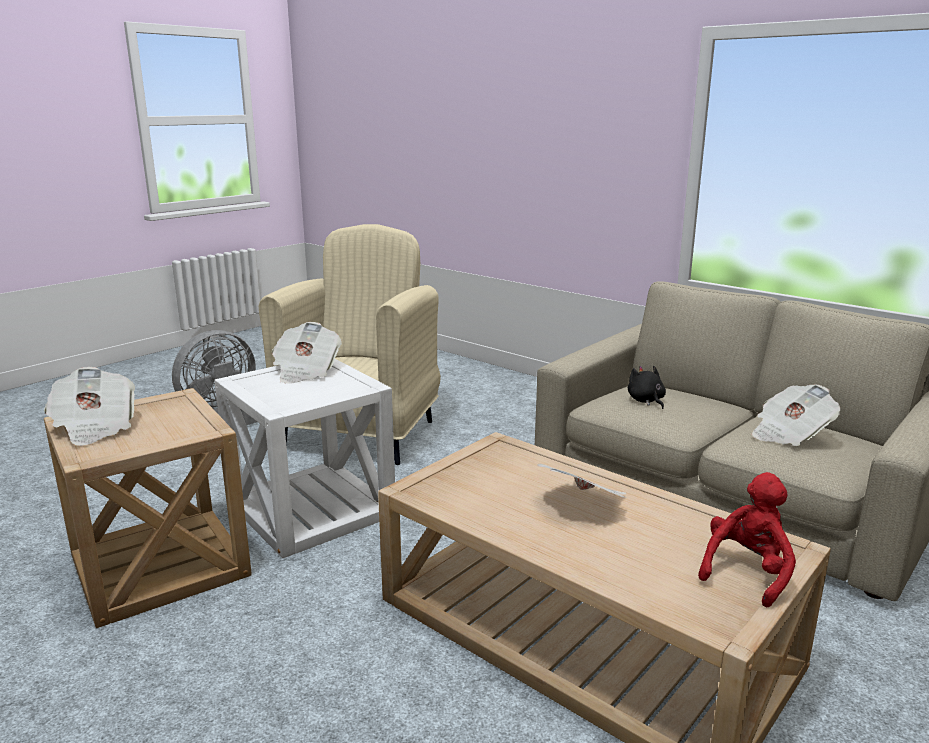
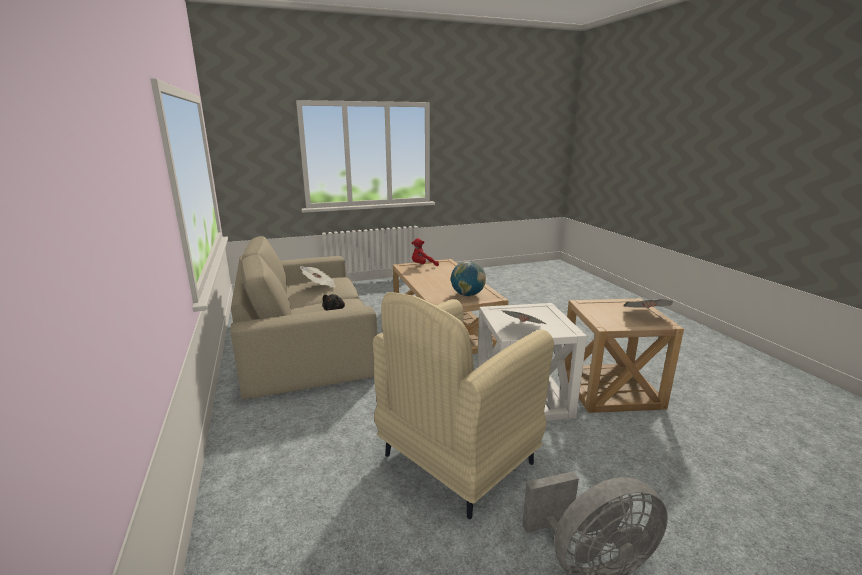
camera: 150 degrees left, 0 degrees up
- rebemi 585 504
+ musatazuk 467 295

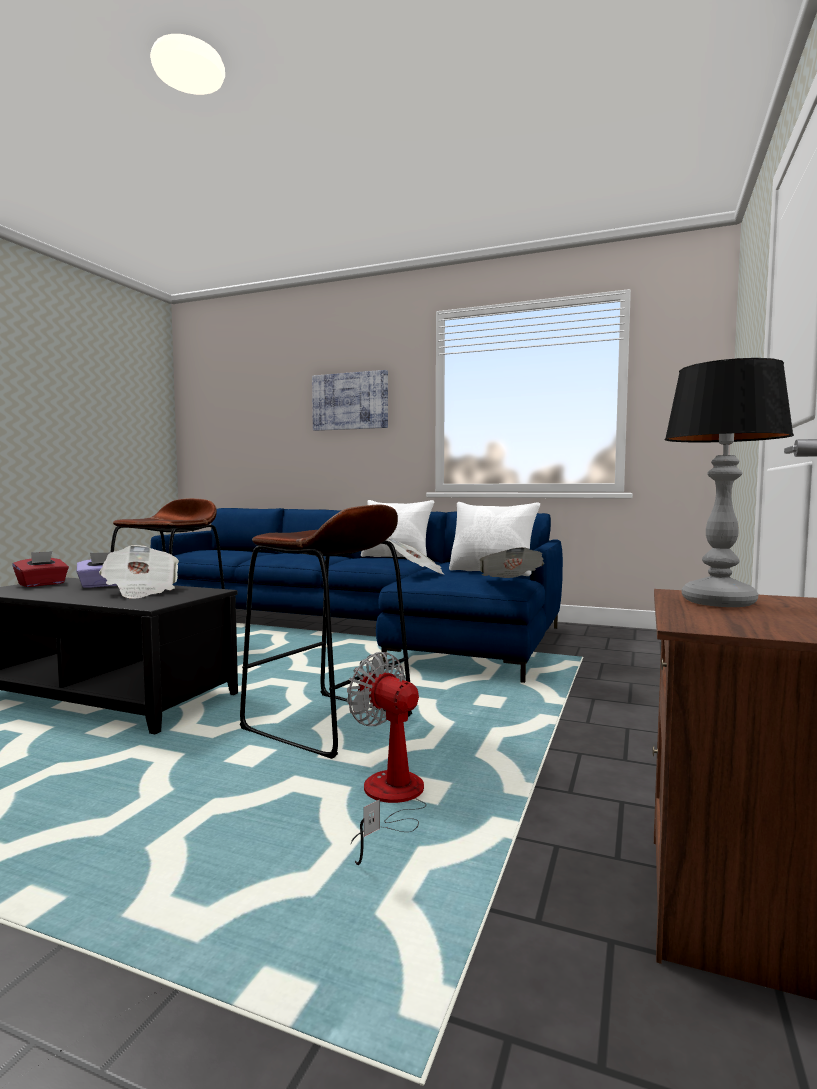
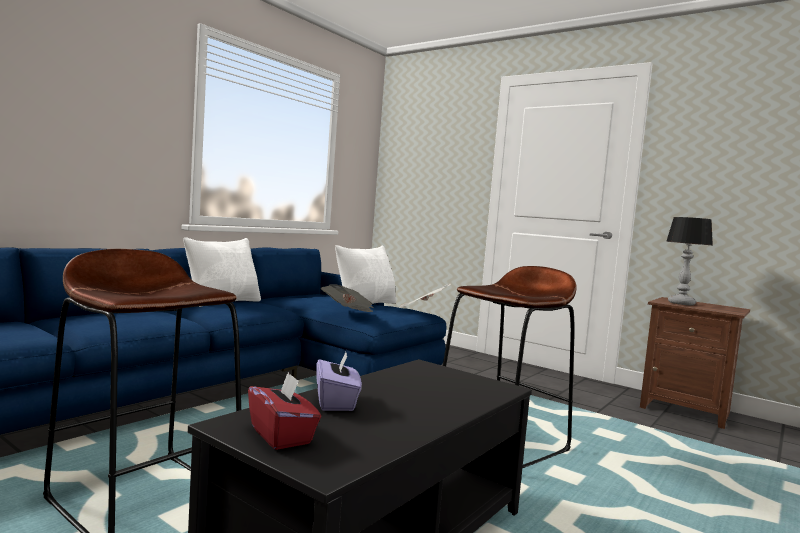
camera: 75 degrees left, 0 degrees up
- rebemi 141 592
- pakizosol 350 401
- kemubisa 389 802

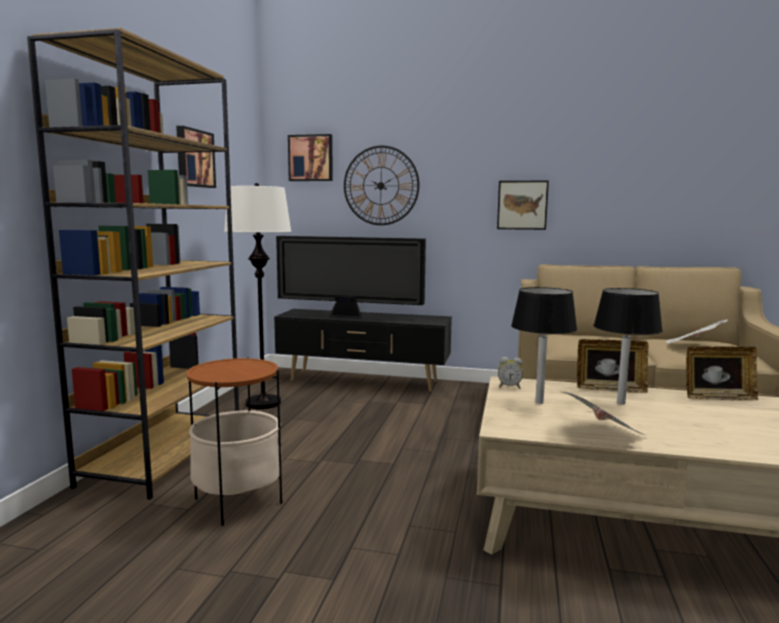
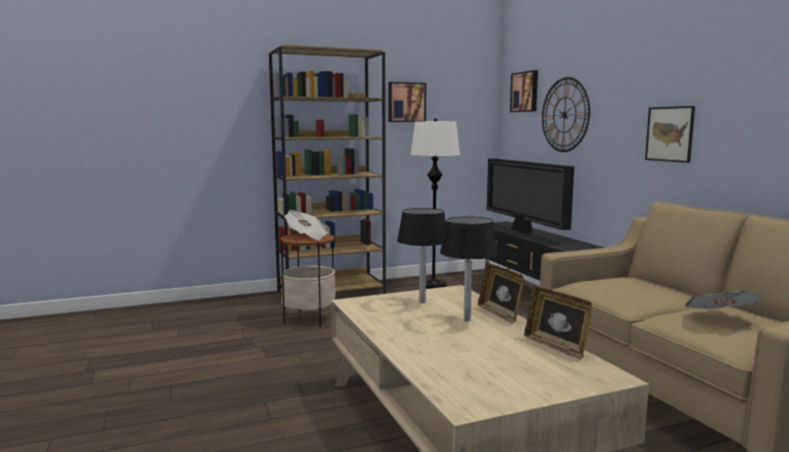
camera: 55 degrees right, 0 degrees up
- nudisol 509 387
~ rebemi 603 435 to 307 236

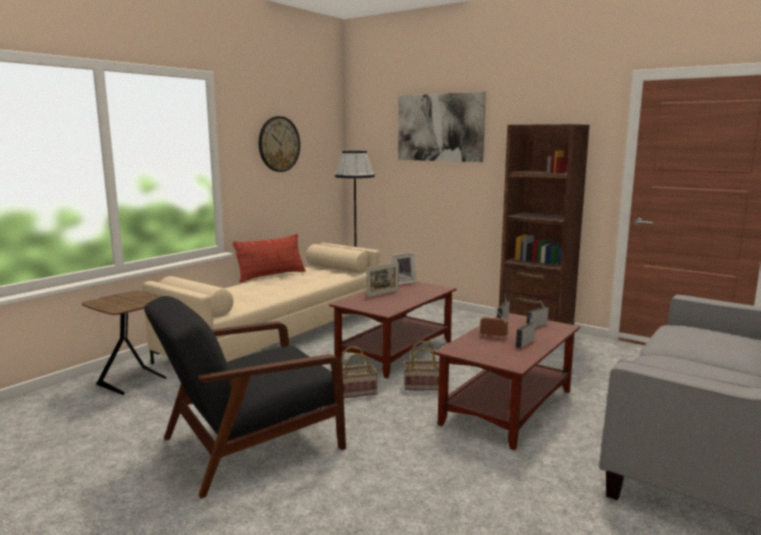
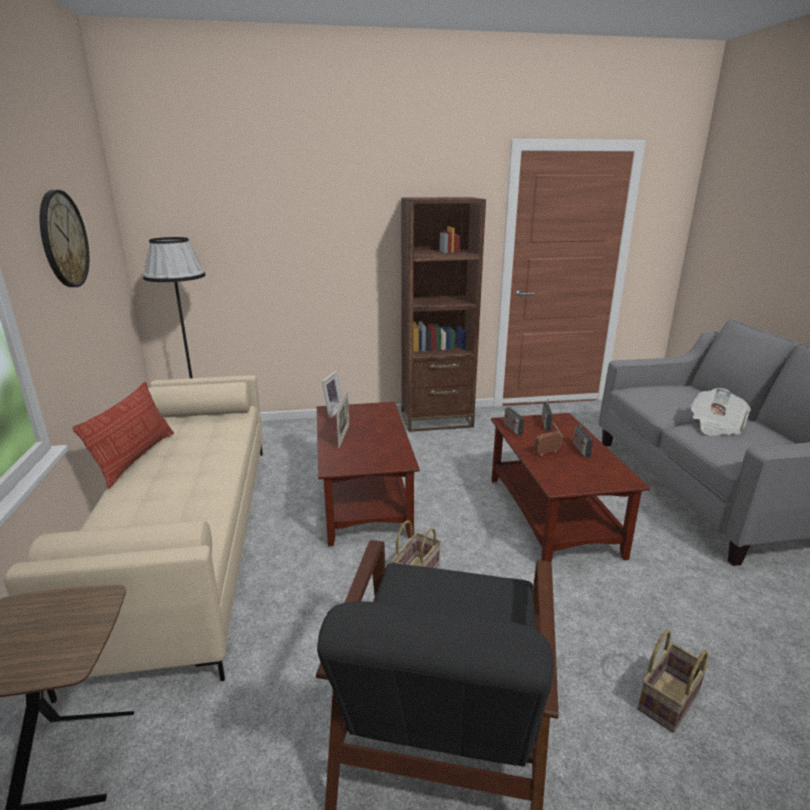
camera: 45 degrees left, 10 degrees up
- pakizosol 439 127
~ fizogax 424 385 to 667 698
+ rebemi 715 426

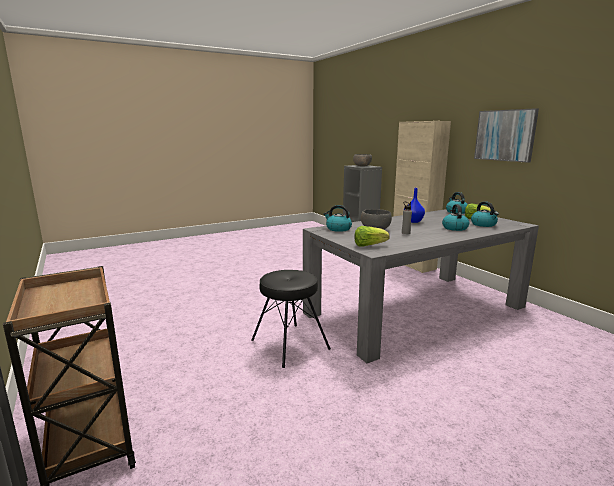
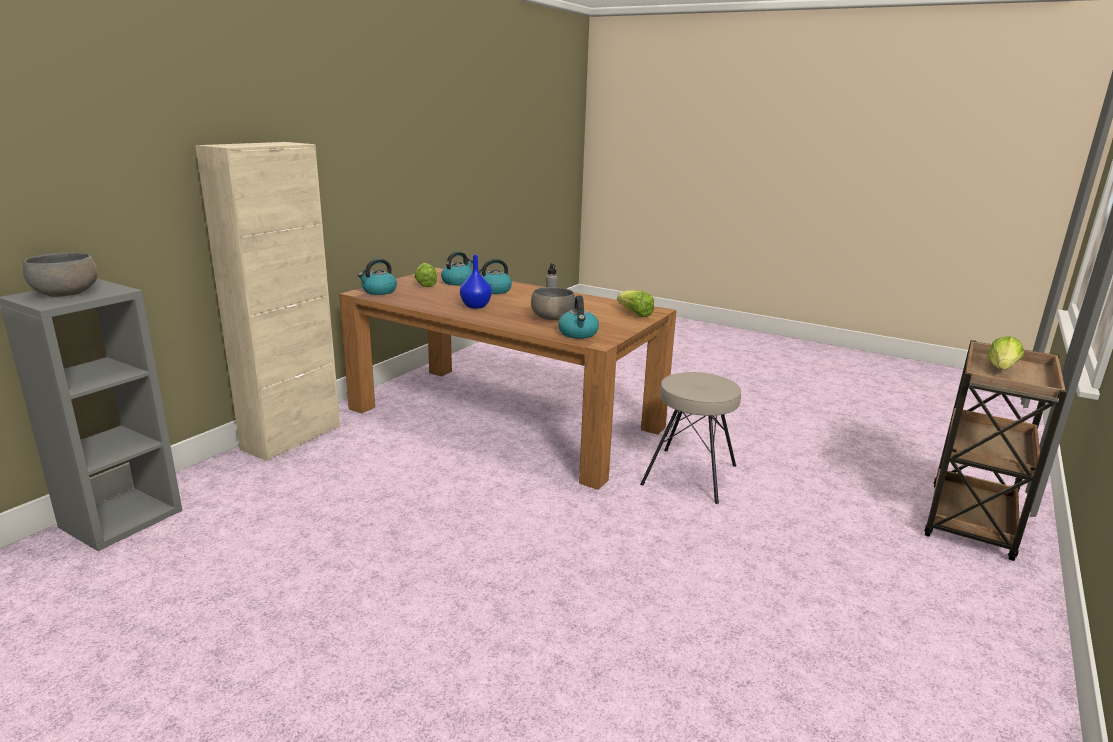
camera: 120 degrees left, 5 degrees up
~ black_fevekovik 289 345 to beige_fevekovik 690 475
~ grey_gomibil 415 310 to brown_gomibil 505 418
- pakizosol 505 135
+ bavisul 1001 369

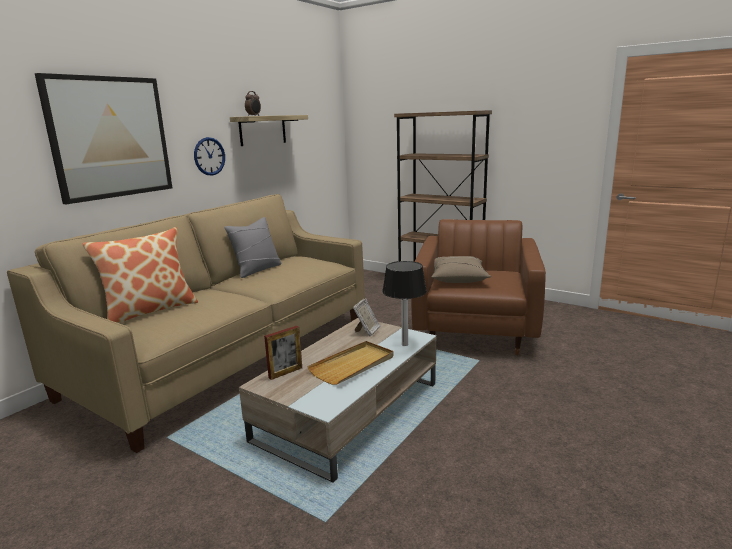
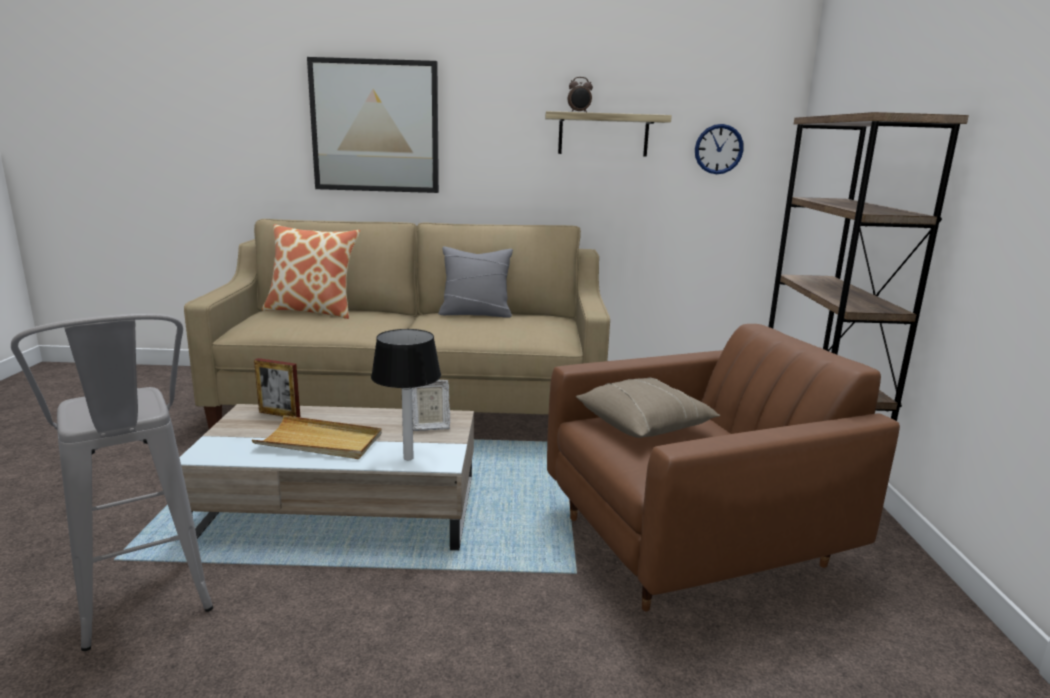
camera: 55 degrees right, 0 degrees up
~ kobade 209 156 to 718 149
+ grey_fevekovik 147 613

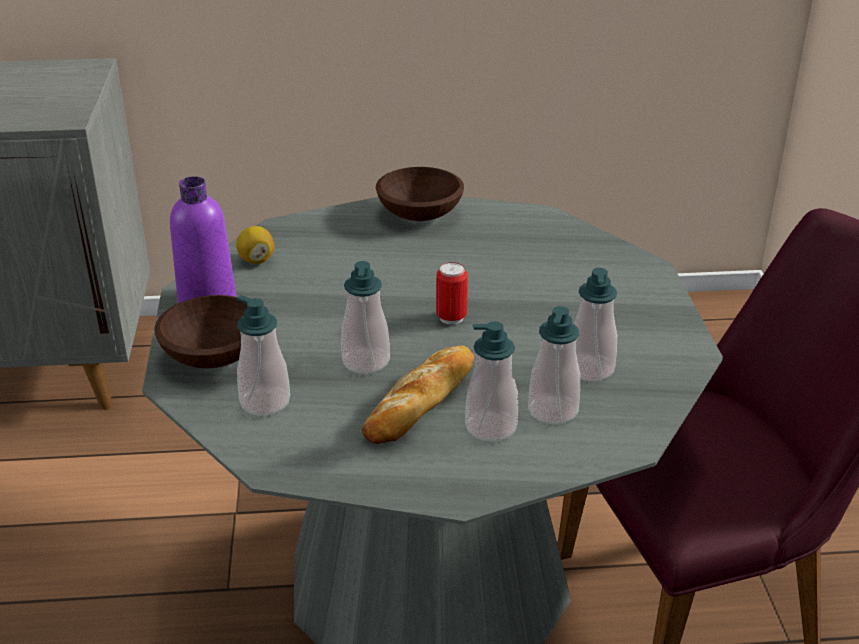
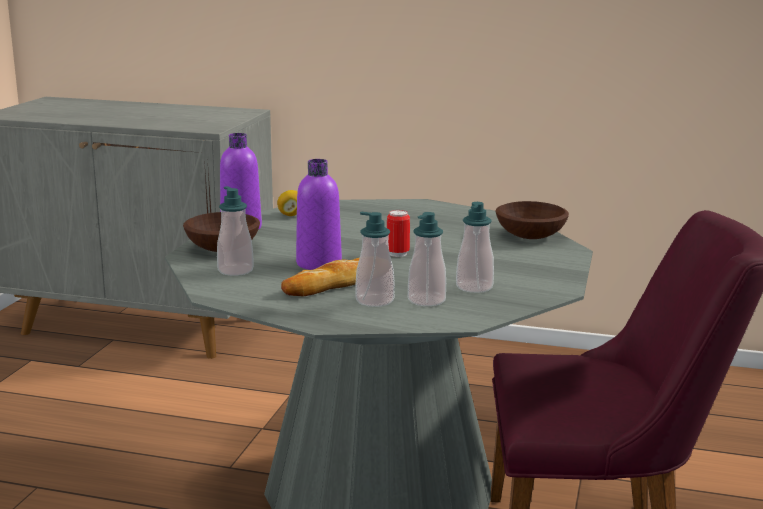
camera: 20 degrees right, 15 degrees down
~ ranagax 365 361 to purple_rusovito 319 263
~ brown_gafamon 419 213 to 530 235

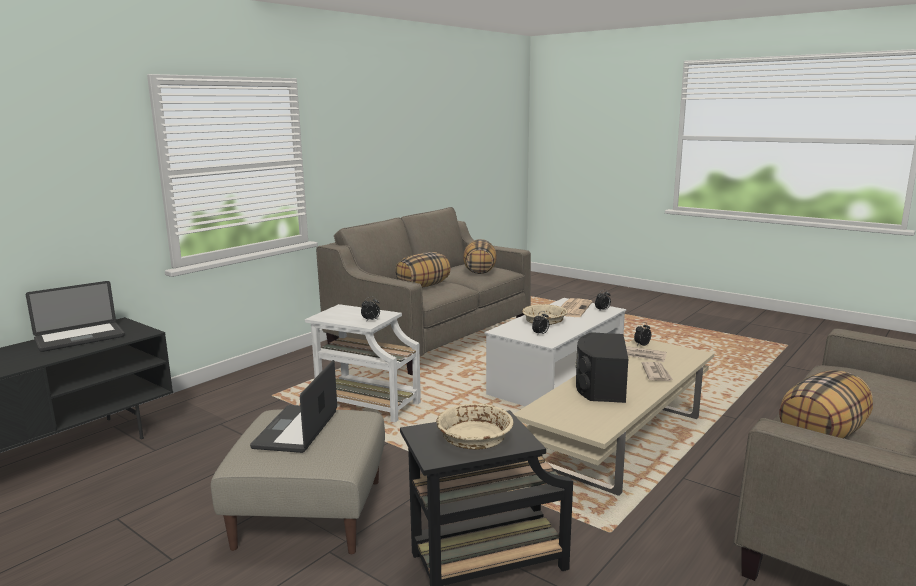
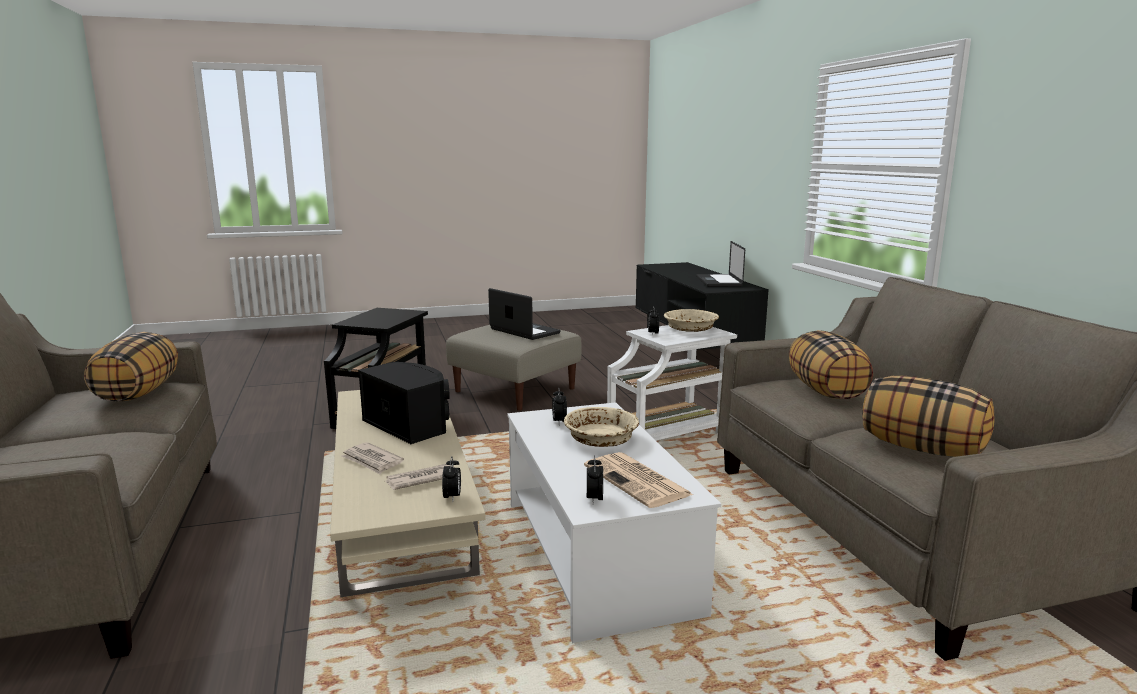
camera: 125 degrees right, 0 degrees up
~ beige_gafamon 474 439 to 690 329

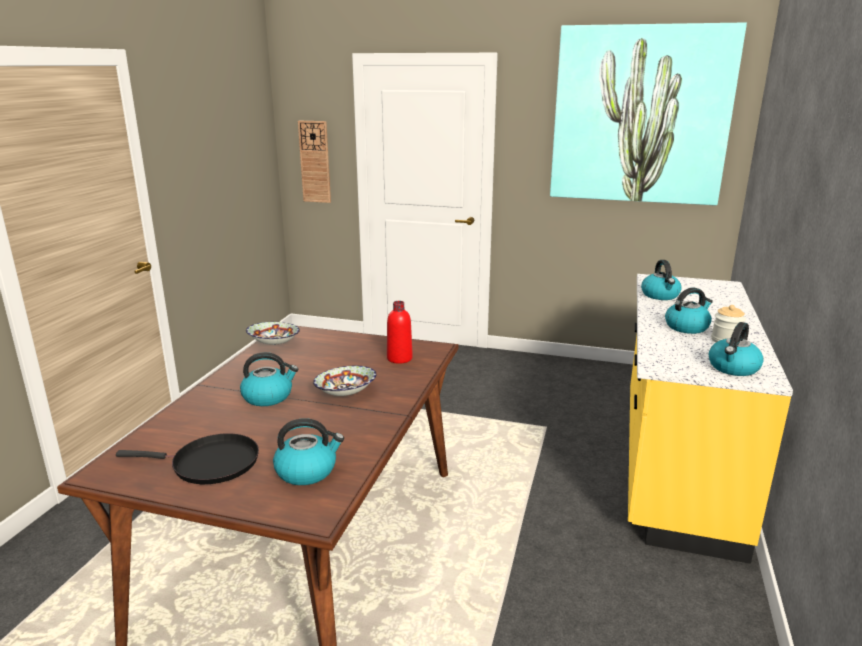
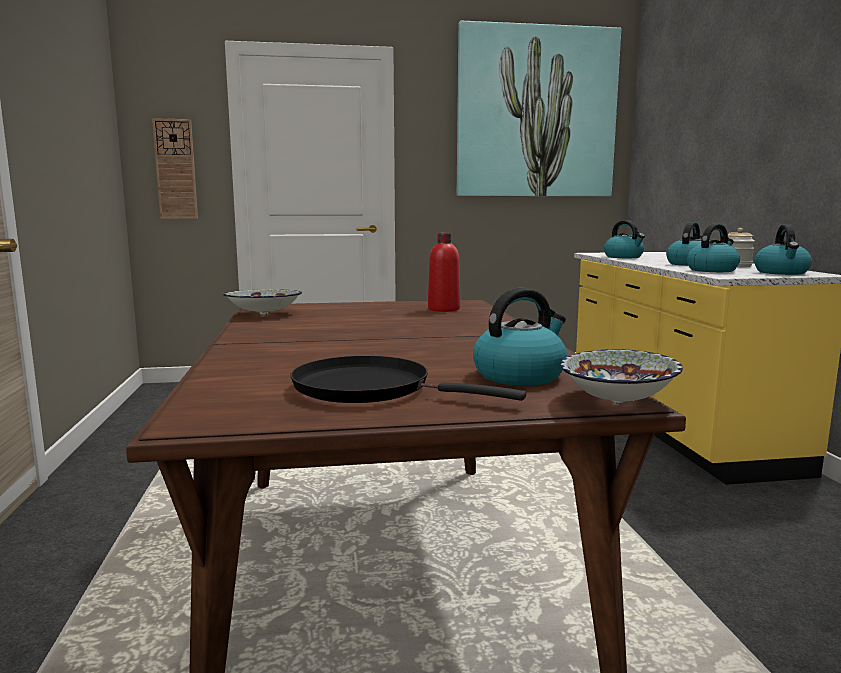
camera: 25 degrees left, 10 degrees down
~ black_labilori 210 464 = 370 388 135 degrees counterclockwise
~ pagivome 268 396 to 712 270
~ gafamon 346 394 to 619 402

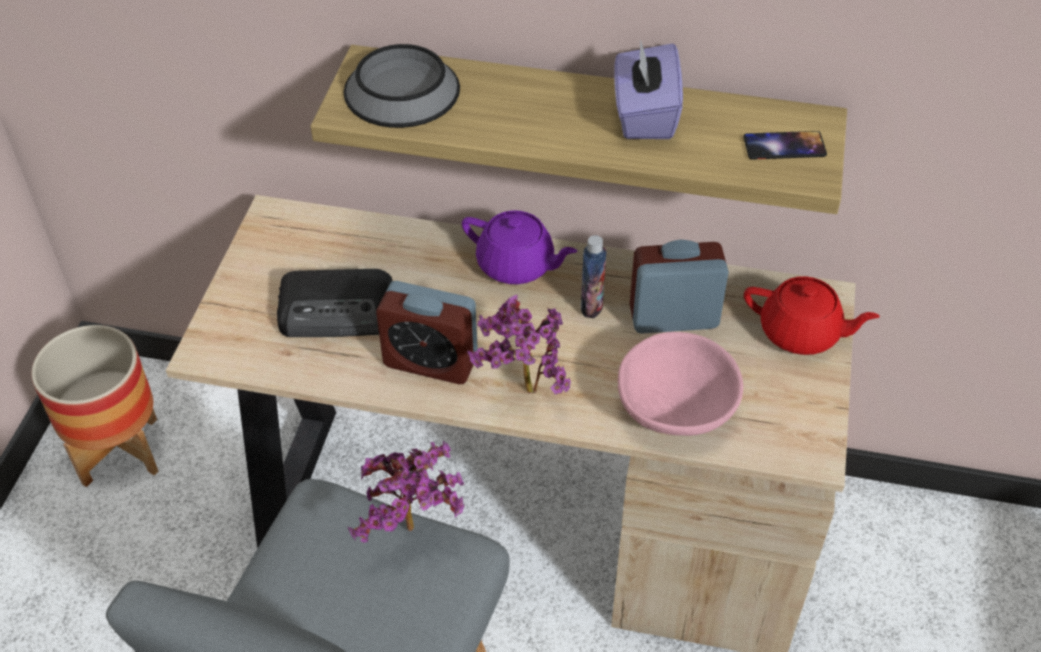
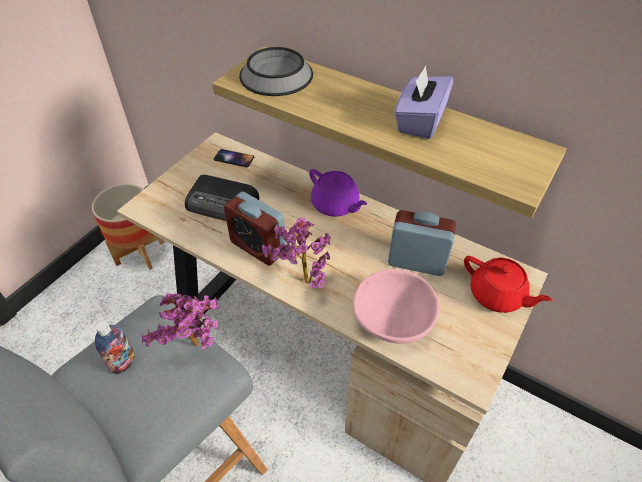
camera: 20 degrees right, 0 degrees up
~ rusovito 591 306 to 123 363
~ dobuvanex 784 146 to 234 158

